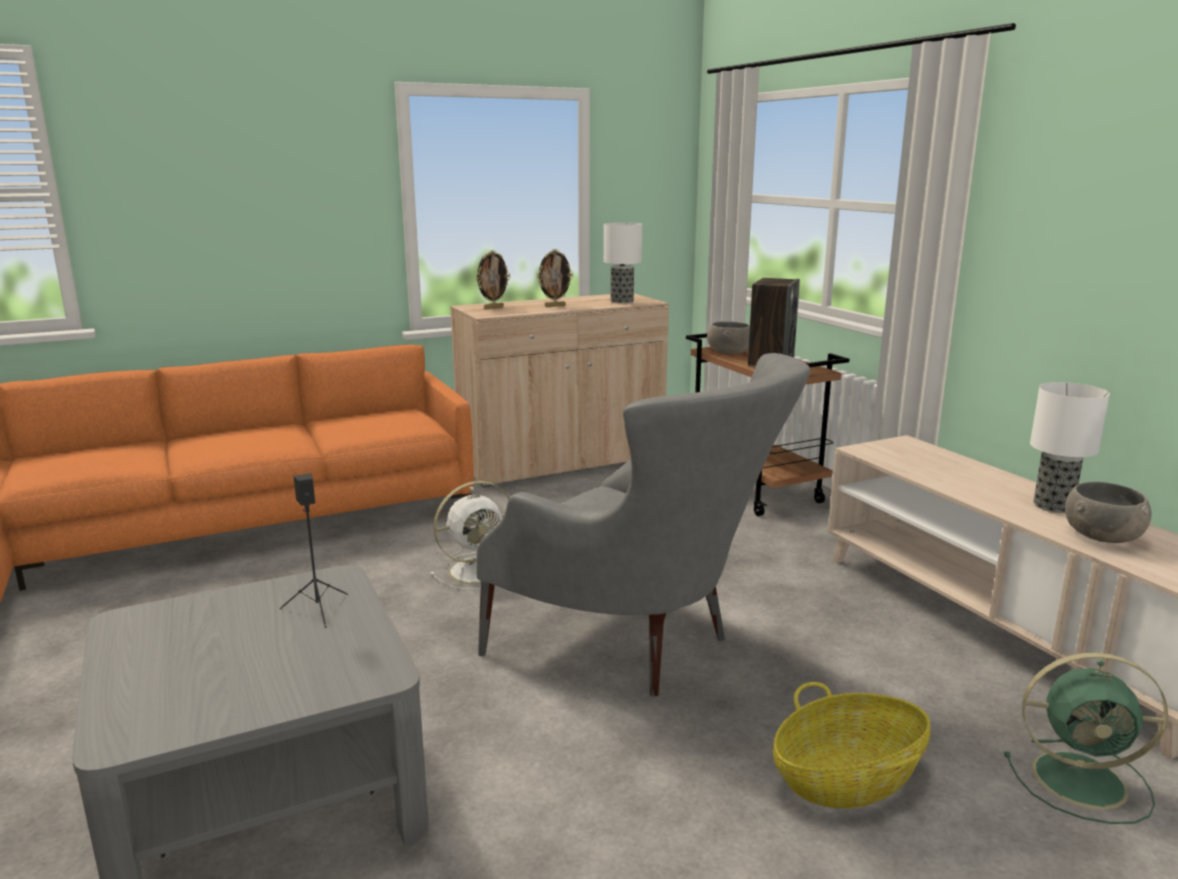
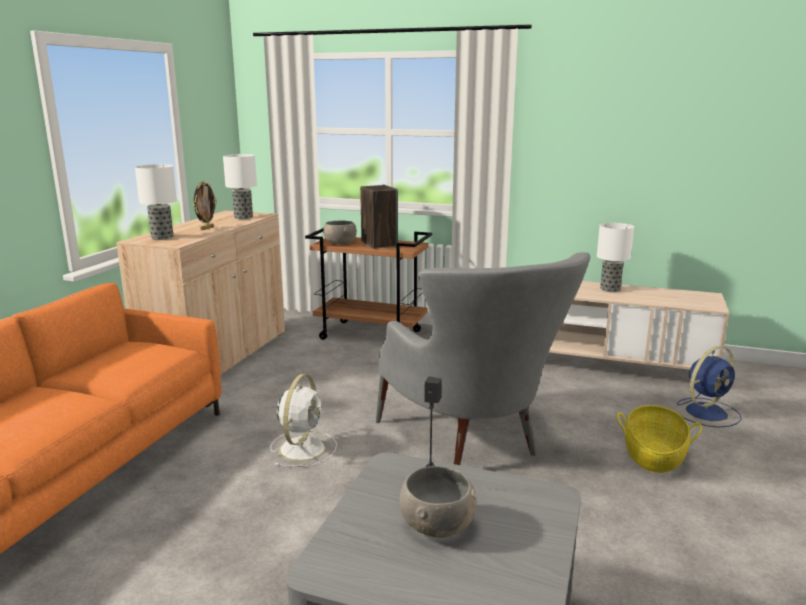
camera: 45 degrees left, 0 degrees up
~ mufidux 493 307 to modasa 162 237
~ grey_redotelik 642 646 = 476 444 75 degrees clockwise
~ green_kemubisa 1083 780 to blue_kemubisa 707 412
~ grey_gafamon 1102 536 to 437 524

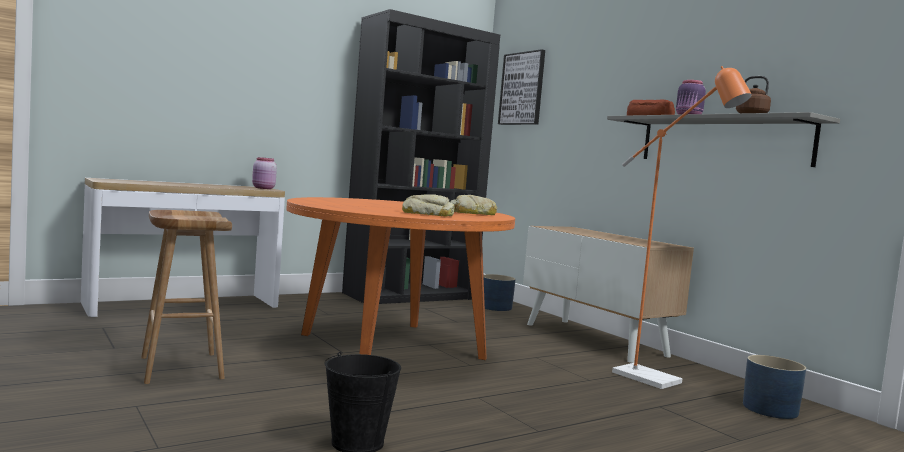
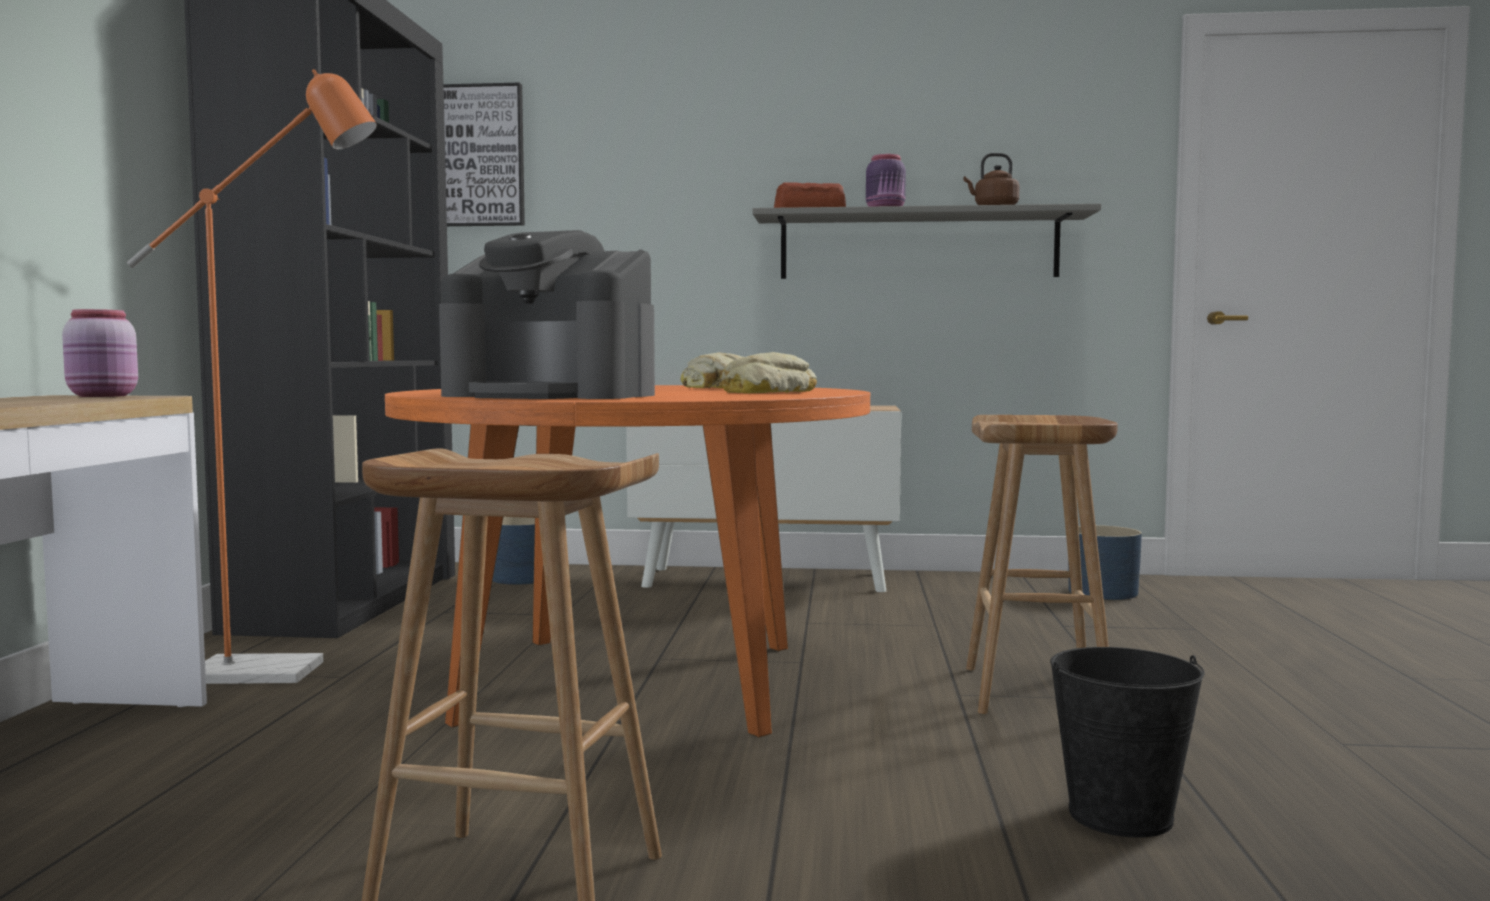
camera: 50 degrees left, 0 degrees up
~ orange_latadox 657 381 to 279 672
+ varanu 552 395
+ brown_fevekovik 1038 692

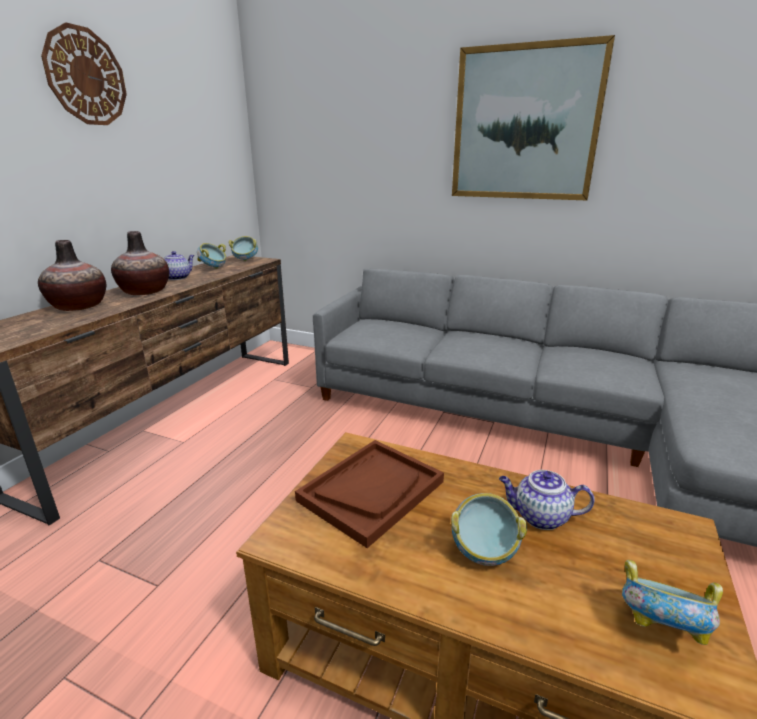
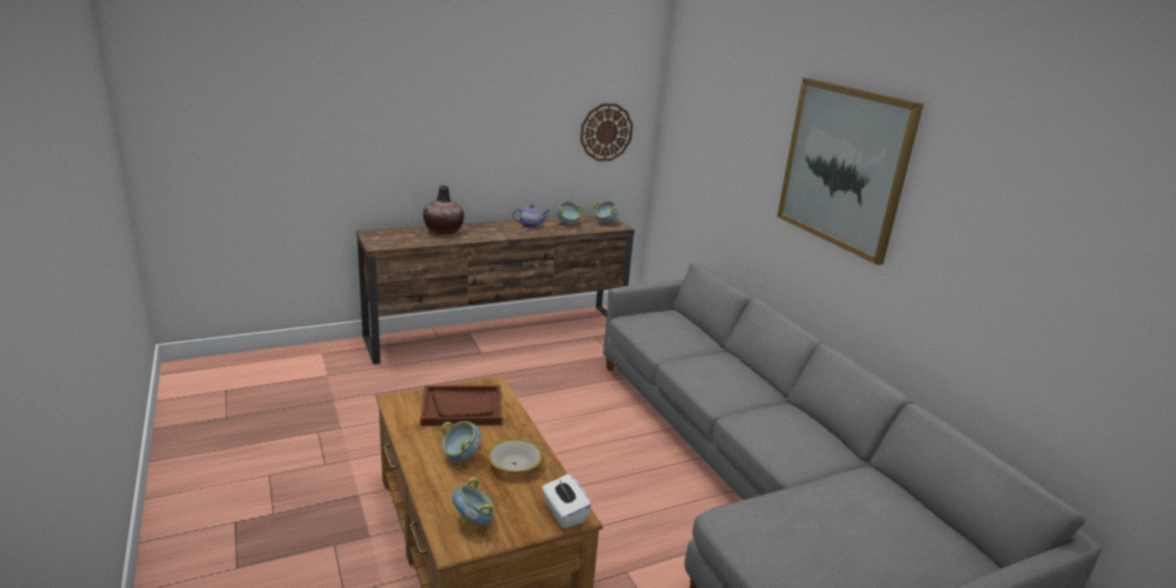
camera: 40 degrees right, 0 degrees up
~ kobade 86 76 to 606 132
- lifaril 144 292
~ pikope 539 517 to gafamon 514 464
+ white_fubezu 564 513

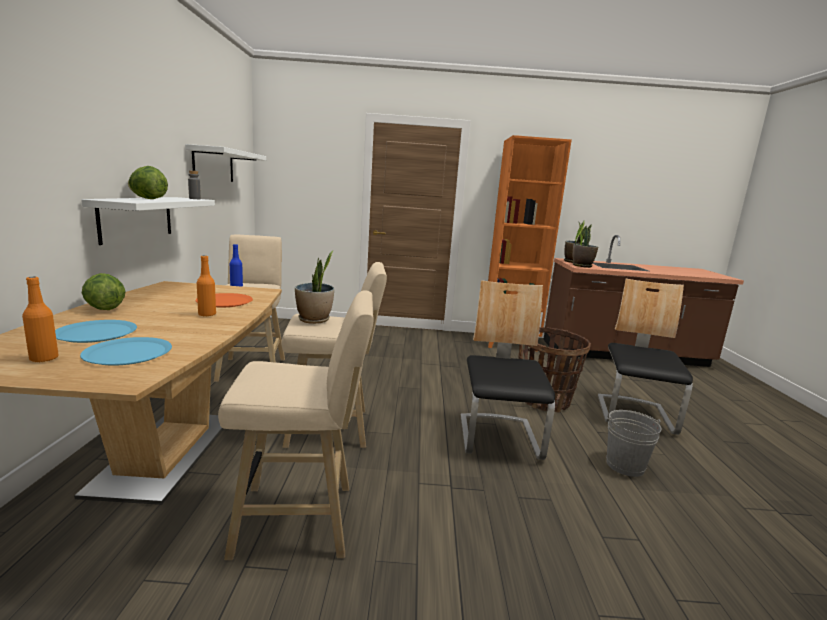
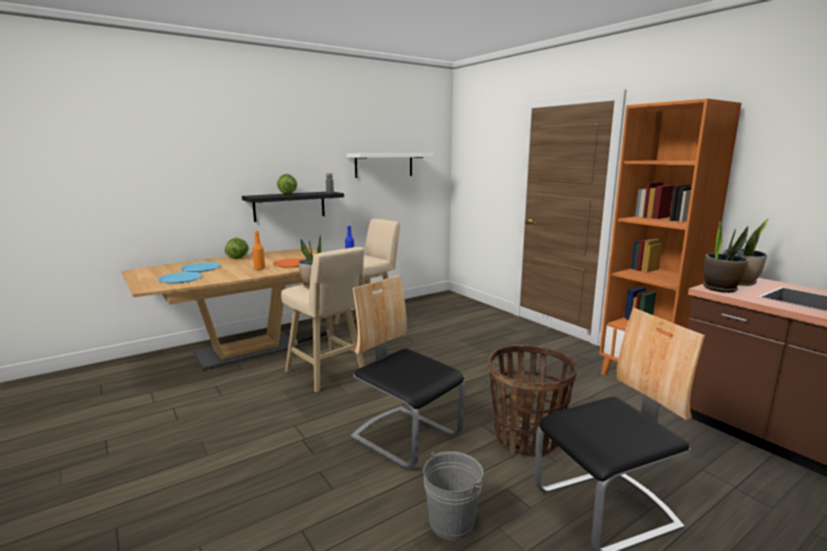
camera: 55 degrees right, 0 degrees up
- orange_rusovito 44 359
~ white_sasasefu 136 218 to black_sasasefu 289 206
- beige_fevekovik 301 520
~ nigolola 499 437 = 406 436 105 degrees counterclockwise

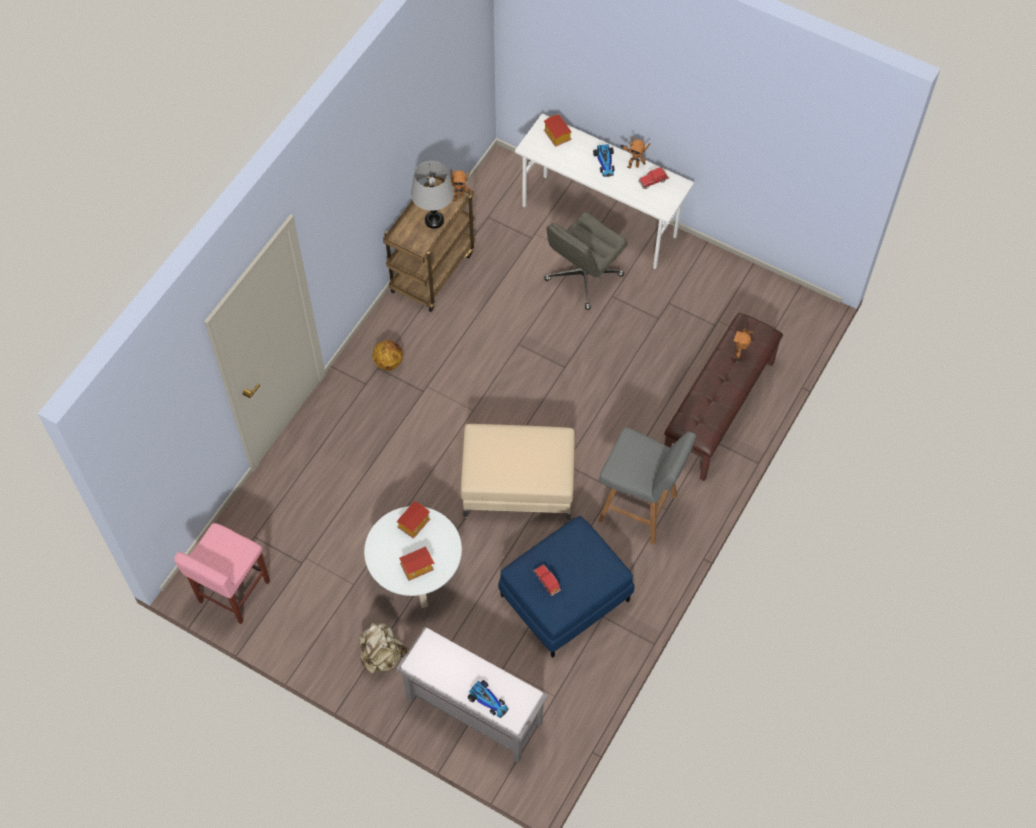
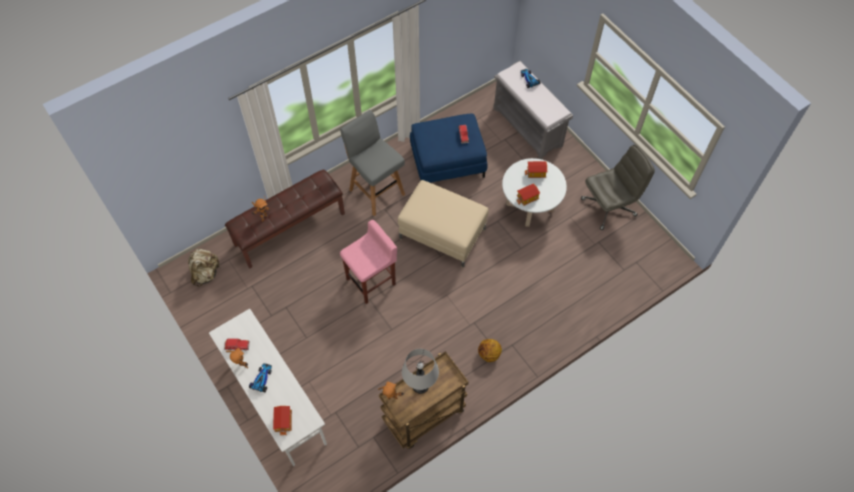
camera: 155 degrees left, 0 degrees up
~ pink_fevekovik 233 592 to 371 281
~ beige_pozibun 382 655 to 206 273
~ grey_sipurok 583 278 to 609 207

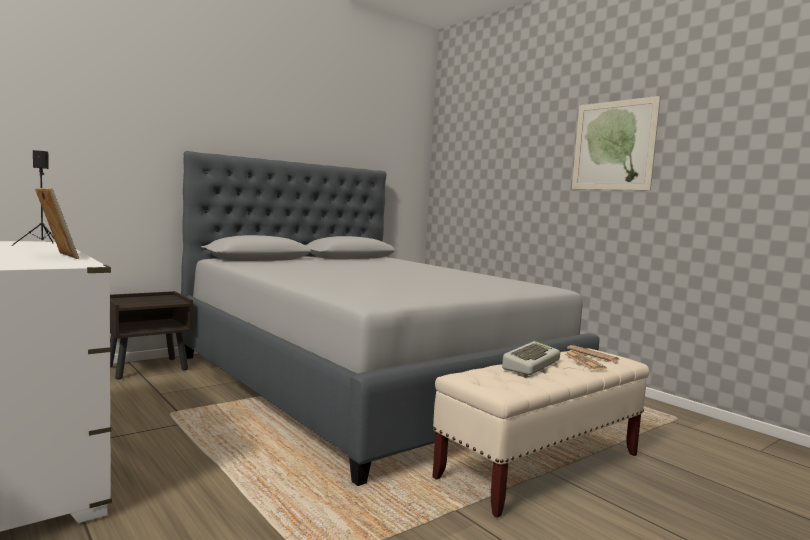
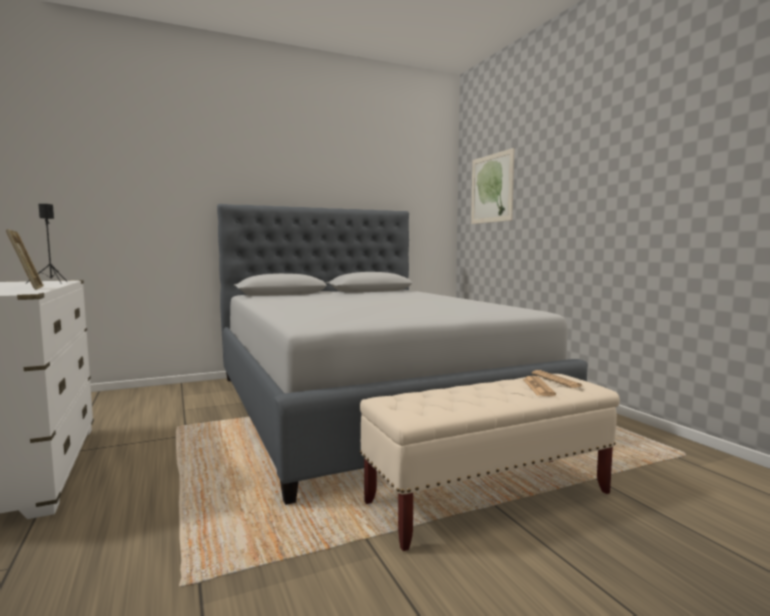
camera: 15 degrees right, 0 degrees up
- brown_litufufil 148 368
- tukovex 530 364
~ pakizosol 613 145 to 491 188

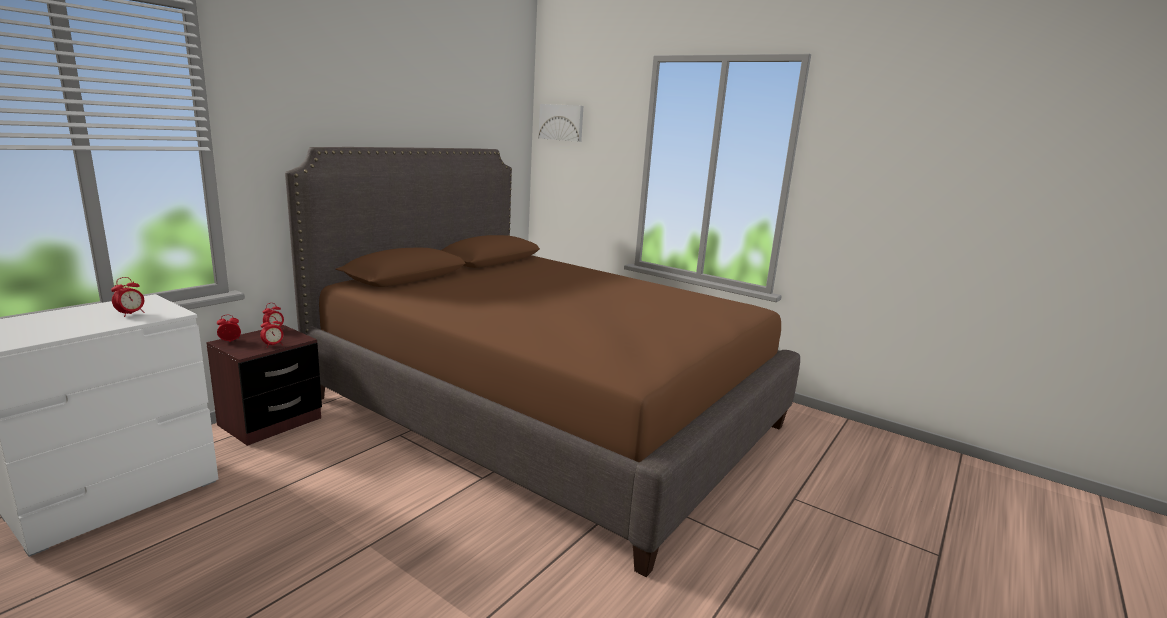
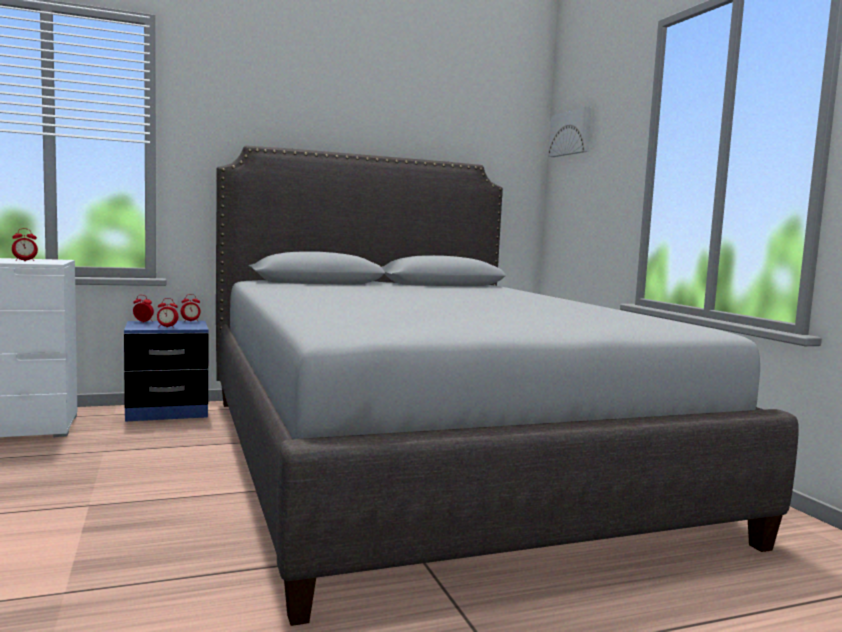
camera: 35 degrees right, 10 degrees down
~ brown_litufufil 270 422 to blue_litufufil 167 412
~ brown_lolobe 546 412 to grey_lolobe 428 458

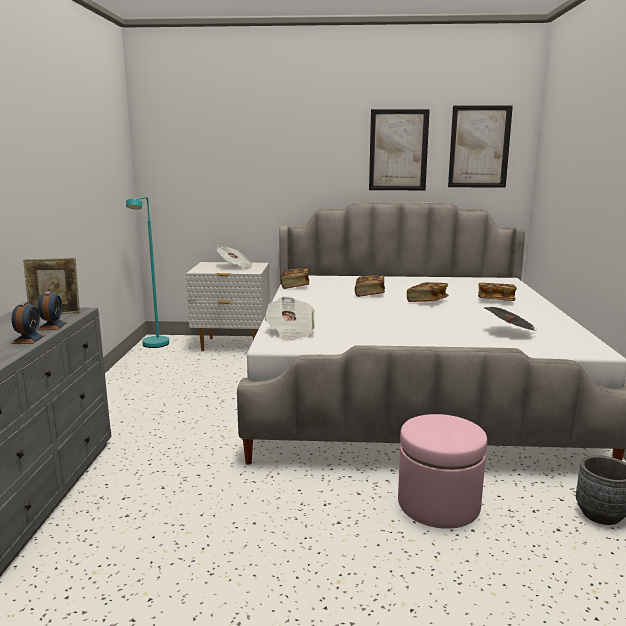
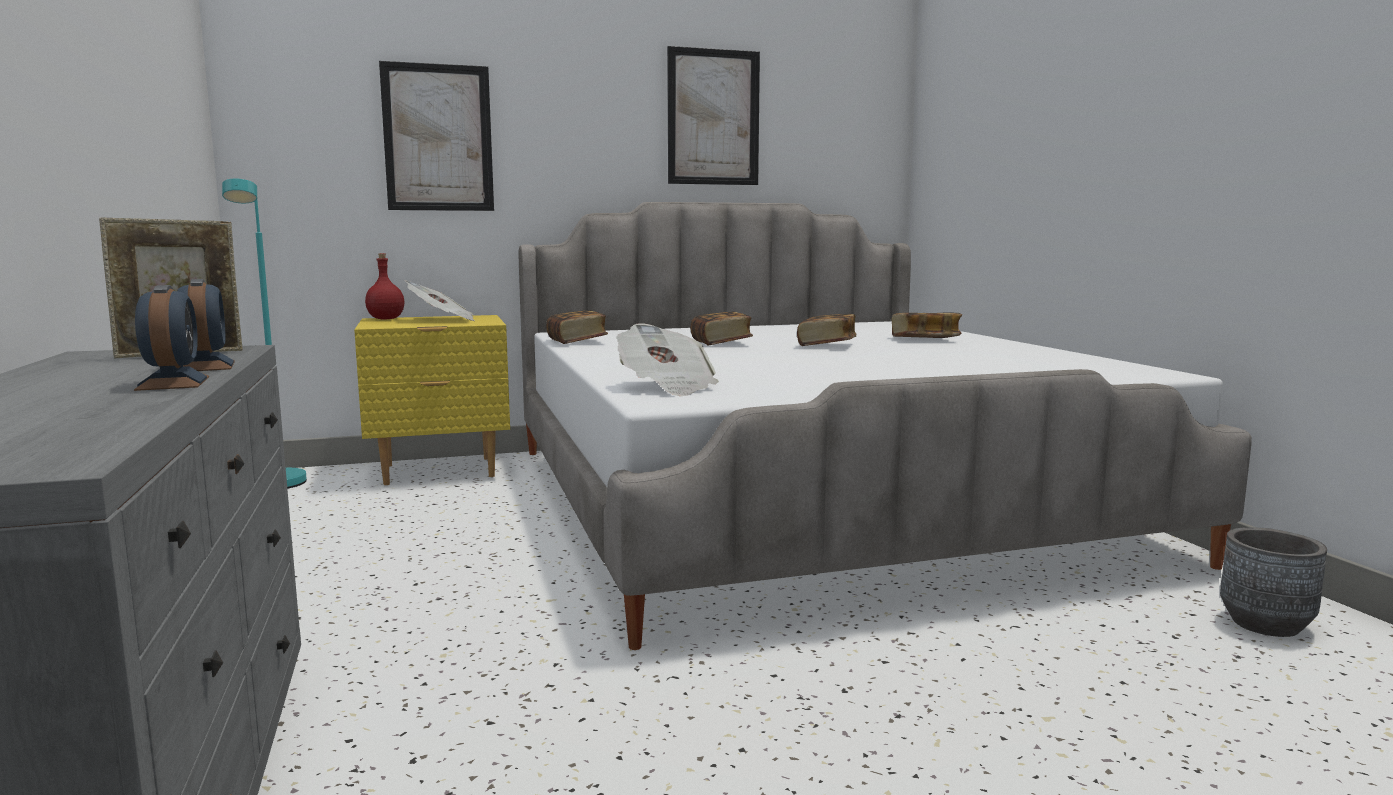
camera: 20 degrees left, 5 degrees down
~ white_litufufil 232 345 to yellow_litufufil 439 471
- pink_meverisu 438 504
~ pakizosol 479 147 to 438 138
- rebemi 511 333
+ red_rusovito 385 319

